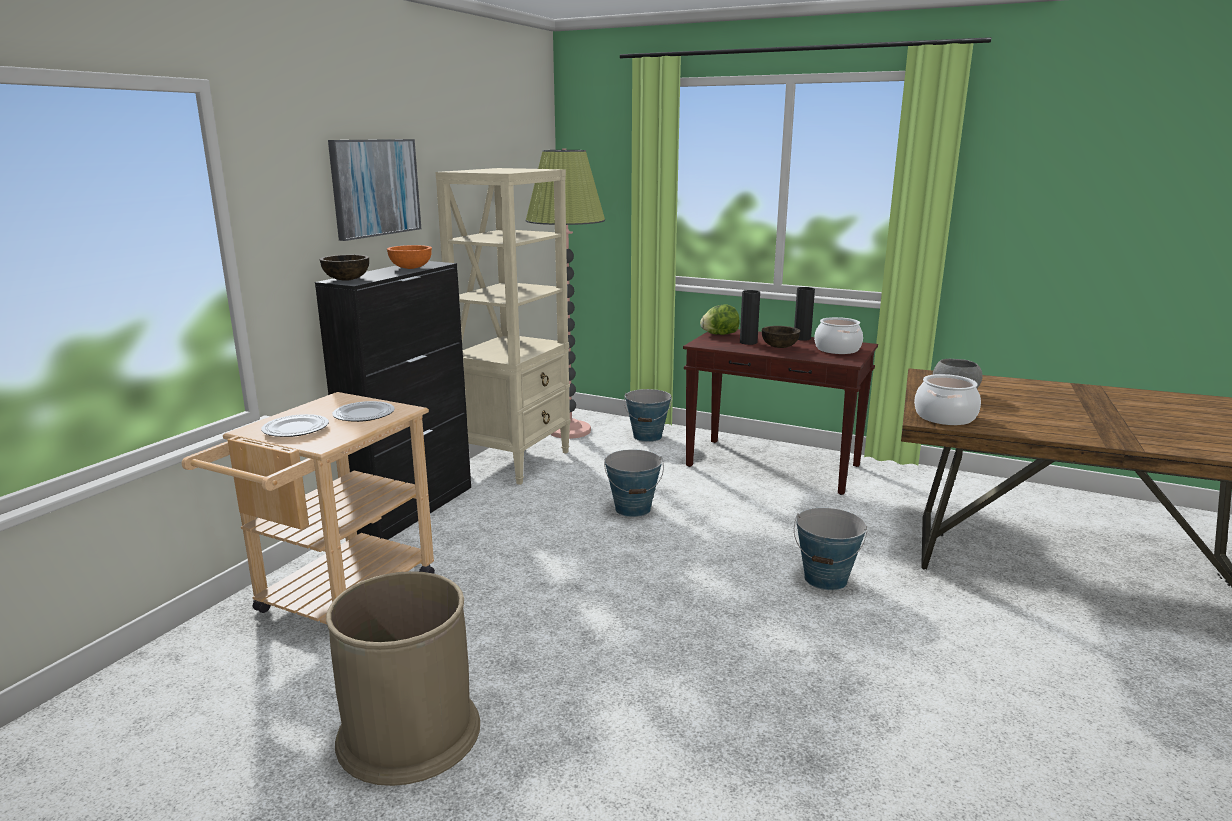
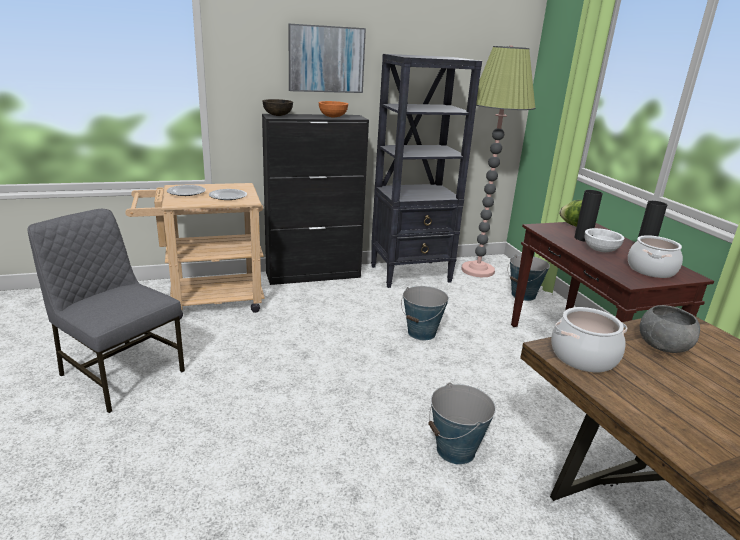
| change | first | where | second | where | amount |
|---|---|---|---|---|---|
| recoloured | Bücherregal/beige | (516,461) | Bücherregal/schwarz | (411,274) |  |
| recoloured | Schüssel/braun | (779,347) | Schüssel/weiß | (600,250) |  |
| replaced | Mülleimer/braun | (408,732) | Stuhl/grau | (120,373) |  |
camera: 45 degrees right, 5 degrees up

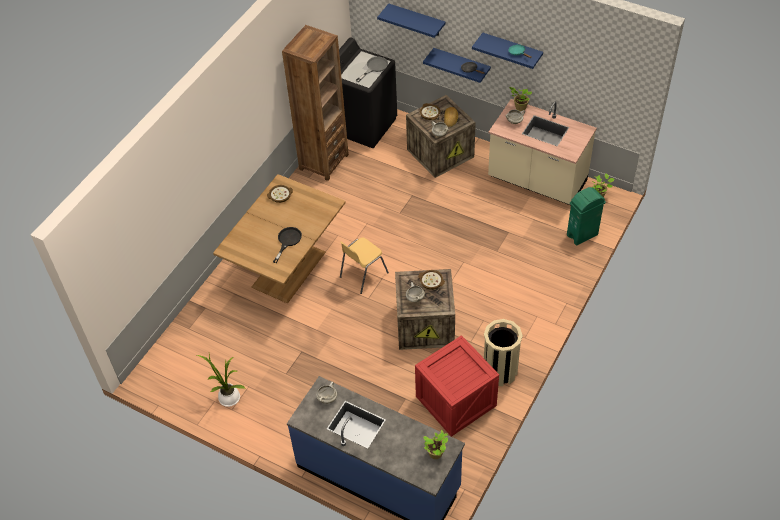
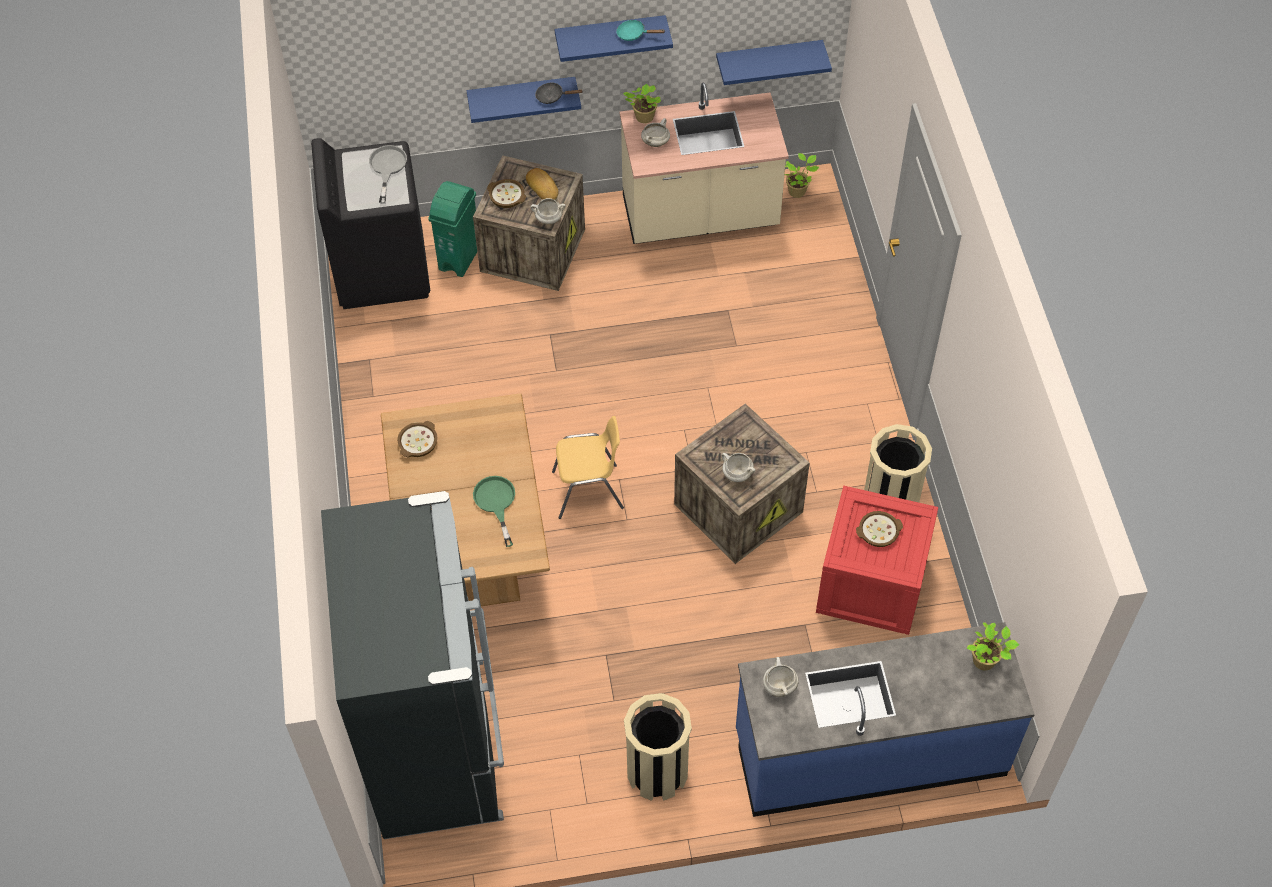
| change | first | where | second | where | amount |
|---|---|---|---|---|---|
| moved | Wandregal/blau | (417,20) |  | (768,58) |  |
| removed | Bücherregal/braun | (323,162) |  |  |  |
| moved | Mülleimer/grün | (582,235) |  | (460,258) |  |
| recoloured | Pfanne/schwarz | (287,241) | Pfanne/grün | (496,503) |  |
| turned | Stuhl/gelb | (363,275) |  | (588,491) | 105 degrees counterclockwise |
| moved | Schüssel | (431,281) |  | (878,531) |  |
| removed | Topfpflanze | (228,397) |  |  |  |
| added |  |  | Kühlschrank/schwarz | (437,744) |  |
| added |  |  | Mülleimer/beige | (657,772) |  |
camera: 40 degrees left, 5 degrees up

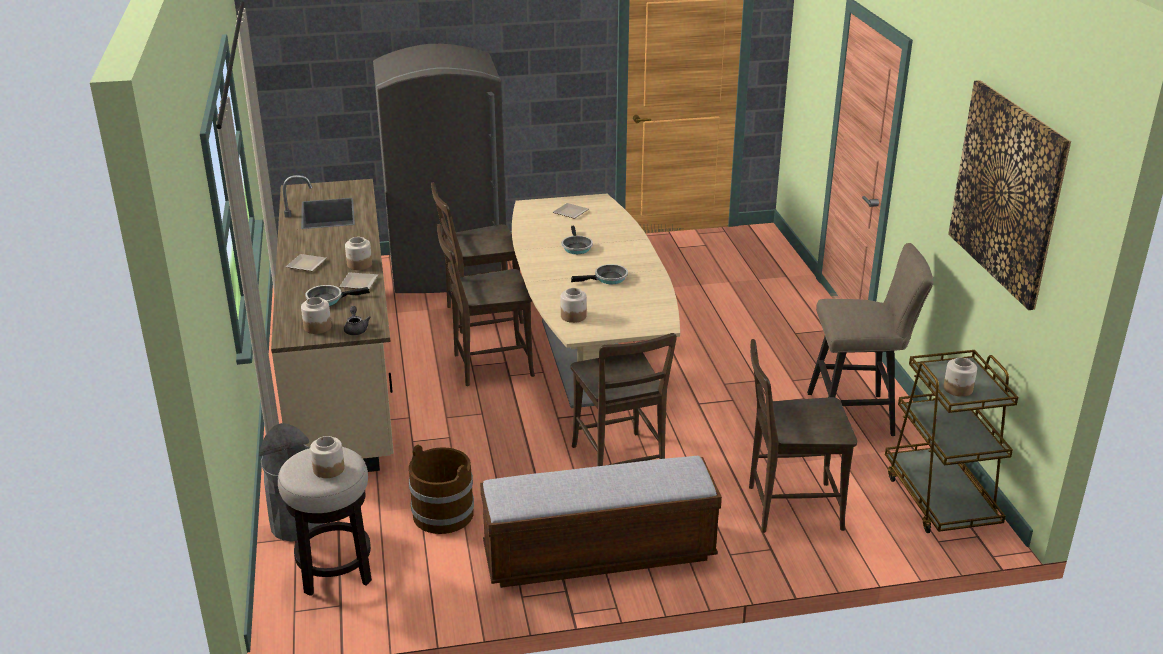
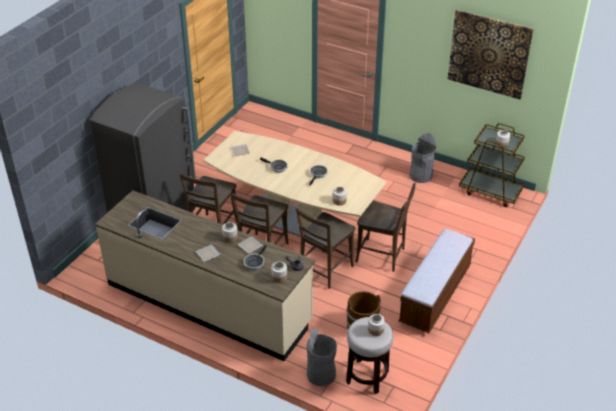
| change | first | where | second | where | amount |
|---|---|---|---|---|---|
| replaced | Hocker/beige | (857,415) | Mülleimer/grau | (420,176) |  |
| moved | Stuhl/braun | (789,507) |  | (324,271) |  |
camera: 50 degrees left, 10 degrees up

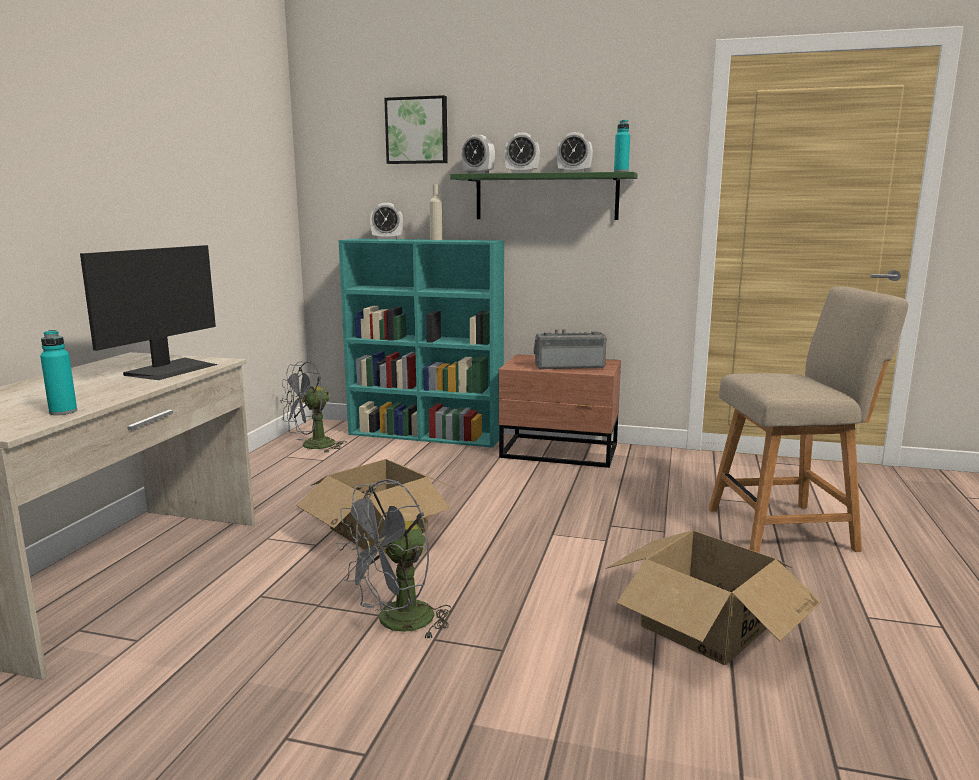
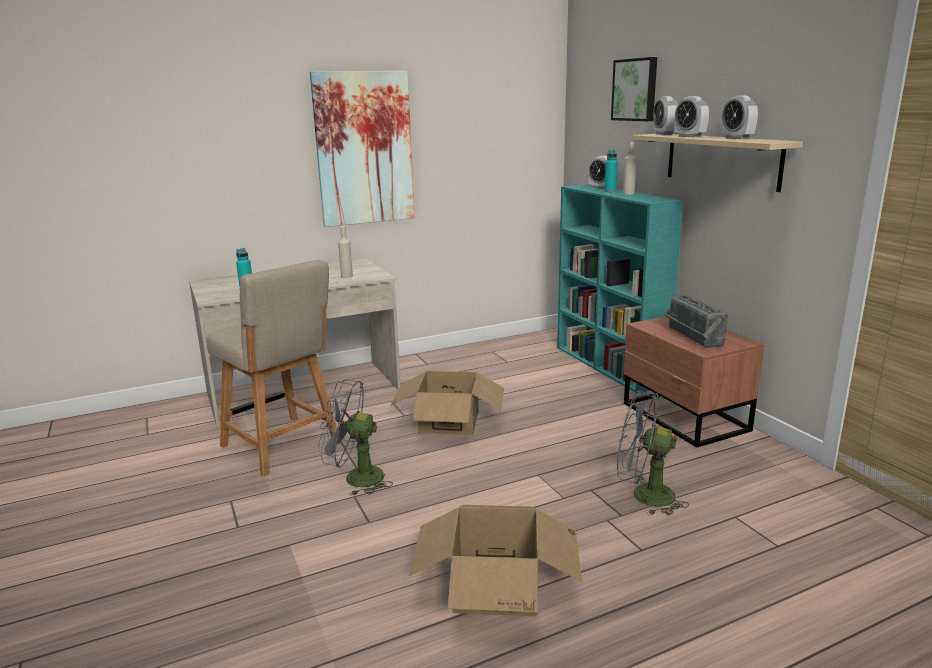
| change | first | where | second | where | amount |
|---|---|---|---|---|---|
| moved | Flasche/türkis | (621,172) |  | (610,191) |  |
| recoloured | Wandregal/grün | (546,197) | Wandregal/beige | (721,160) |  |
| replaced | Monitor | (171,369) | Flasche/beige | (346,276) |  |
| moved | Stuhl/beige | (787,529) |  | (283,447) |  |
| turned | Radio | (569,366) |  | (691,337) | 150 degrees counterclockwise |
| moved | Ventilator/grau | (312,446) |  | (643,495) |  |
| added |  |  | Bild | (364,149) |  |
camera: 50 degrees right, 5 degrees up

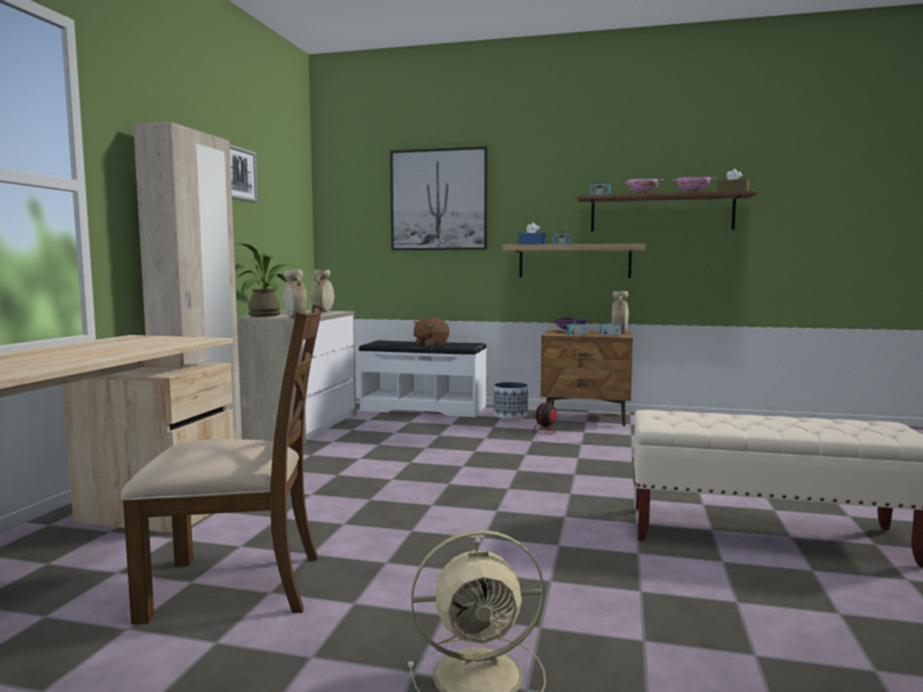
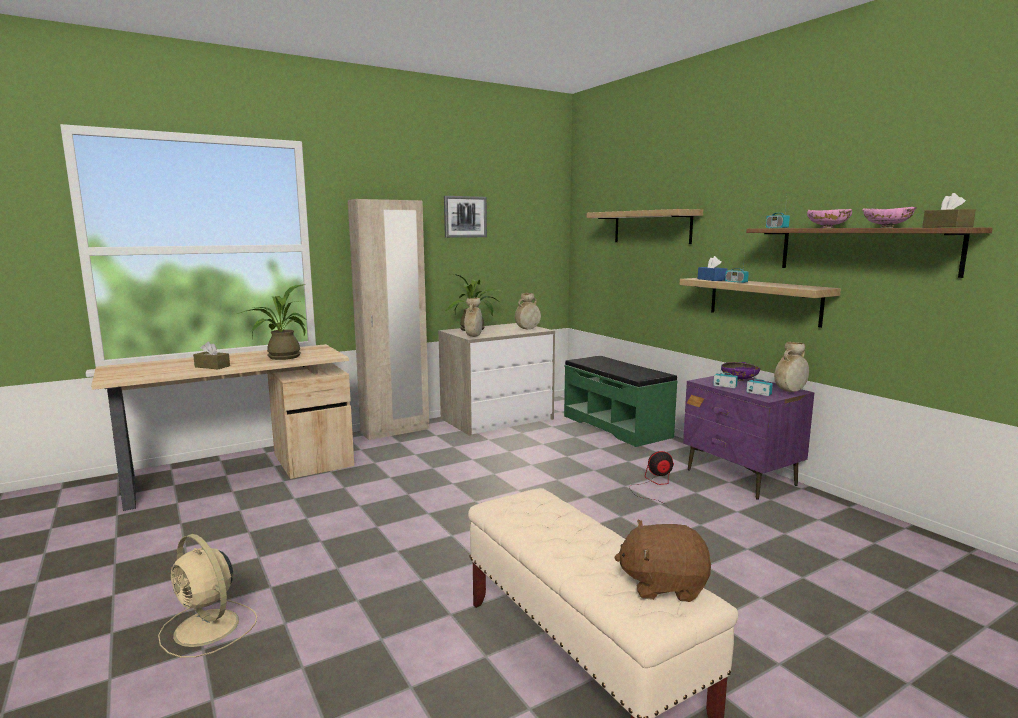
| change | first | where | second | where | amount |
|---|---|---|---|---|---|
| replaced | Bild | (439,200) | Wandregal | (651,227) |  |
| removed | Stuhl/braun | (237,585) |  |  |  |
| moved | Plüschtier/braun | (430,344) |  | (663,585) |  |
| recoloured | Nachttisch/braun | (586,417) | Nachttisch/lila | (741,477) |  |
| recoloured | Bank/weiß | (424,408) | Bank/grün | (616,426) |  |
| removed | Pflanzkübel | (510,415) |  |  |  |
| added |  |  | Topfpflanze | (279,357) |  |
| added |  |  | Taschentuchbox/braun | (212,366) |  |
camera: 45 degrees right, 5 degrees up

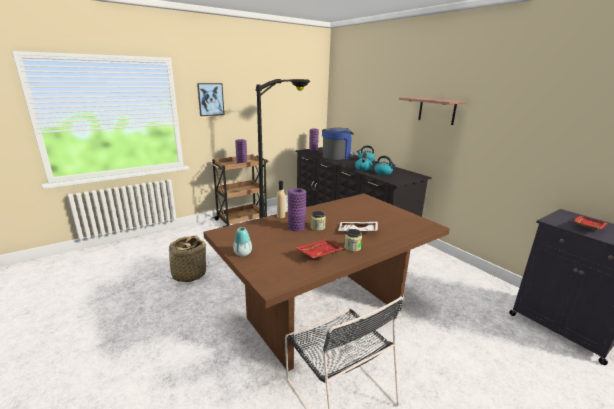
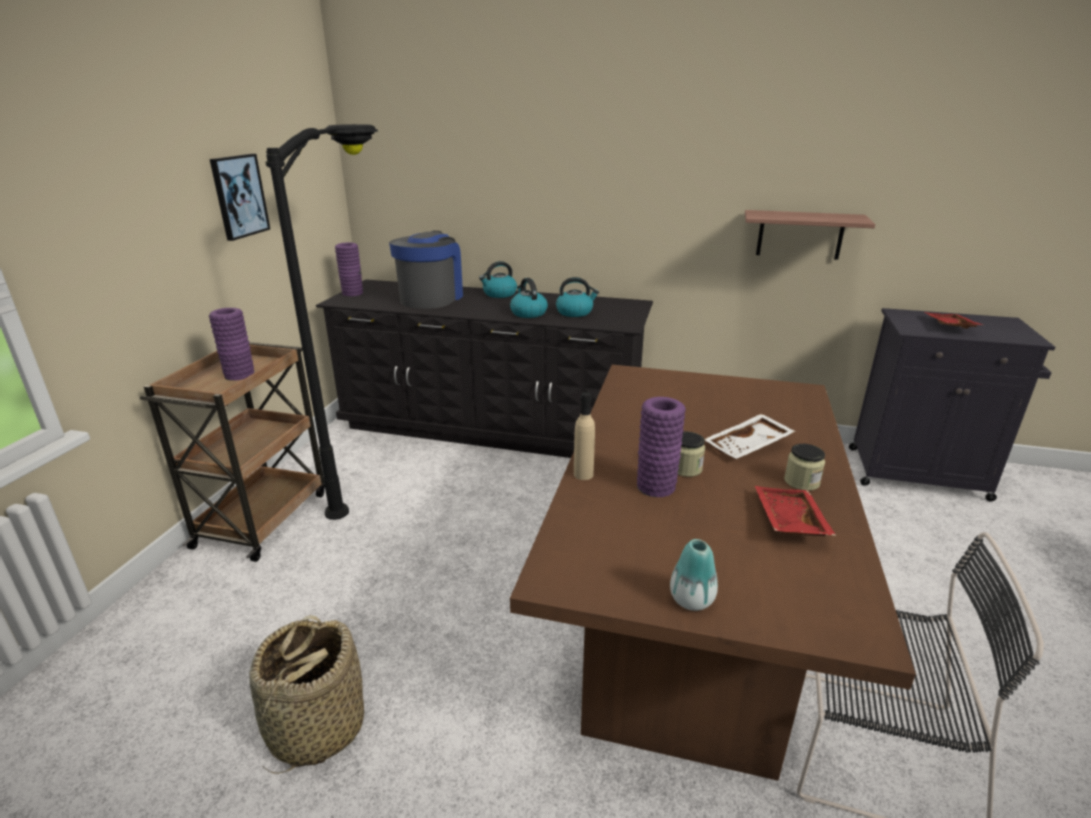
| change | first | where | second | where | amount |
|---|---|---|---|---|---|
| moved | Bild | (210,99) |  | (239,196) |  |
| moved | Wandregal | (437,110) |  | (800,234) |  |
camera: 40 degrees left, 5 degrees up

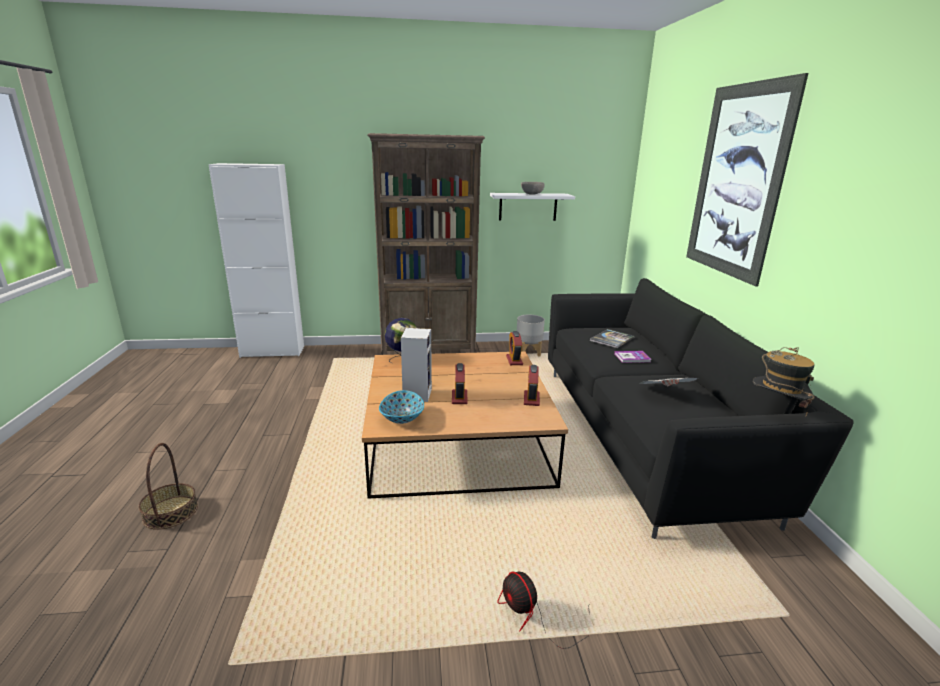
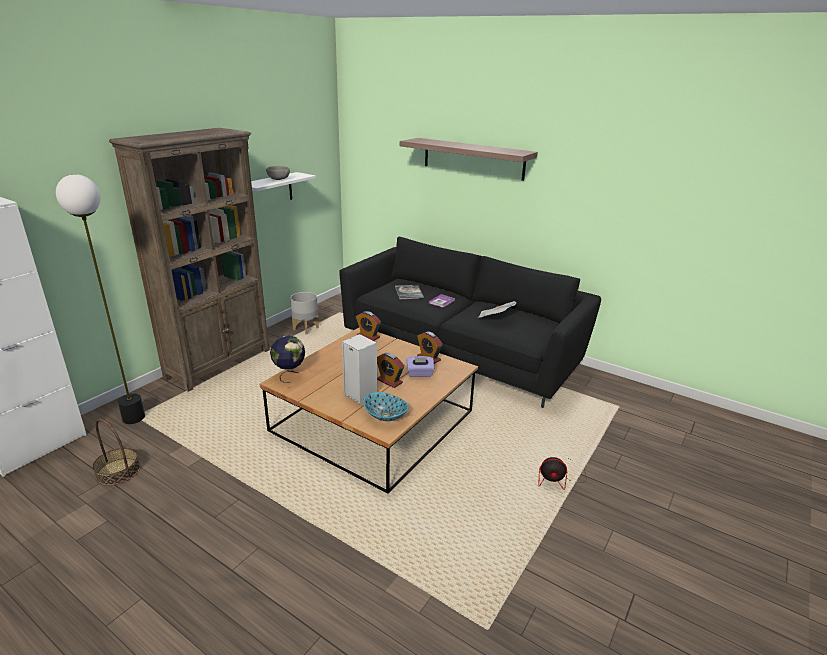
| change | first | where | second | where | amount |
|---|---|---|---|---|---|
| replaced | Bild | (737,181) | Wandregal | (473,158) |  |
| removed | Hut | (775,411) |  |  |  |
| moved | Korb | (170,512) |  | (118,471) |  |
| added |  |  | Stehlampe | (134,418) |  |
| added |  |  | Taschentuchbox/lila | (420,374) |  |
camera: 50 degrees left, 5 degrees up

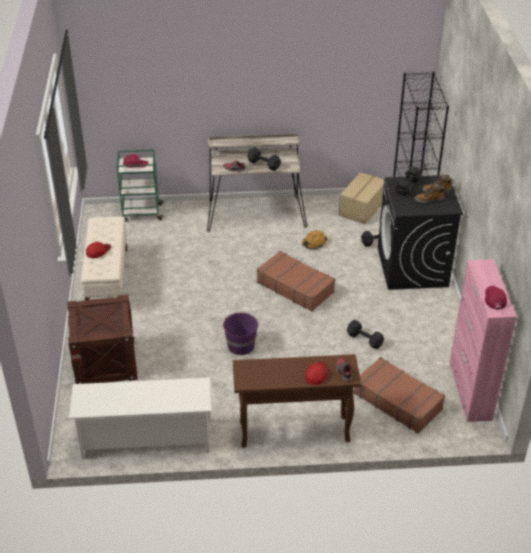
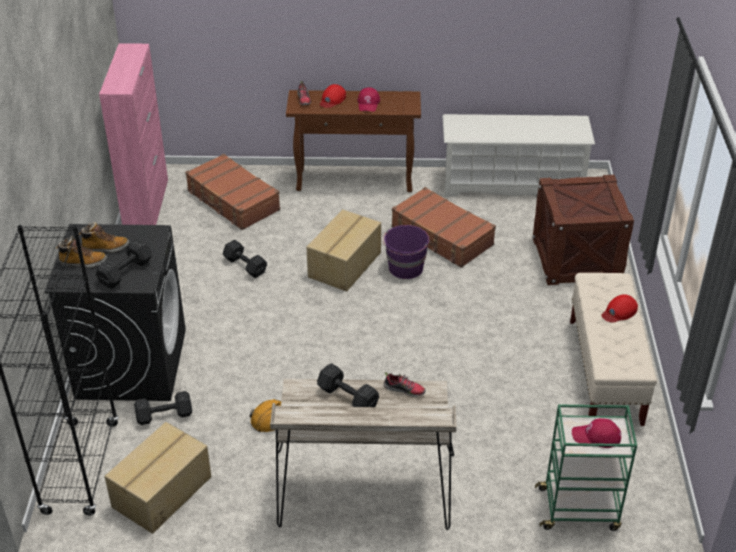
| change | first | where | second | where | amount |
|---|---|---|---|---|---|
| moved | Koffer/braun | (295,287) |  | (441,237) |  |
| moved | Kappe/rot | (494,298) |  | (368,103) |  |
| added |  |  | Karton | (345,265) |  |
camera: 175 degrees left, 0 degrees up

